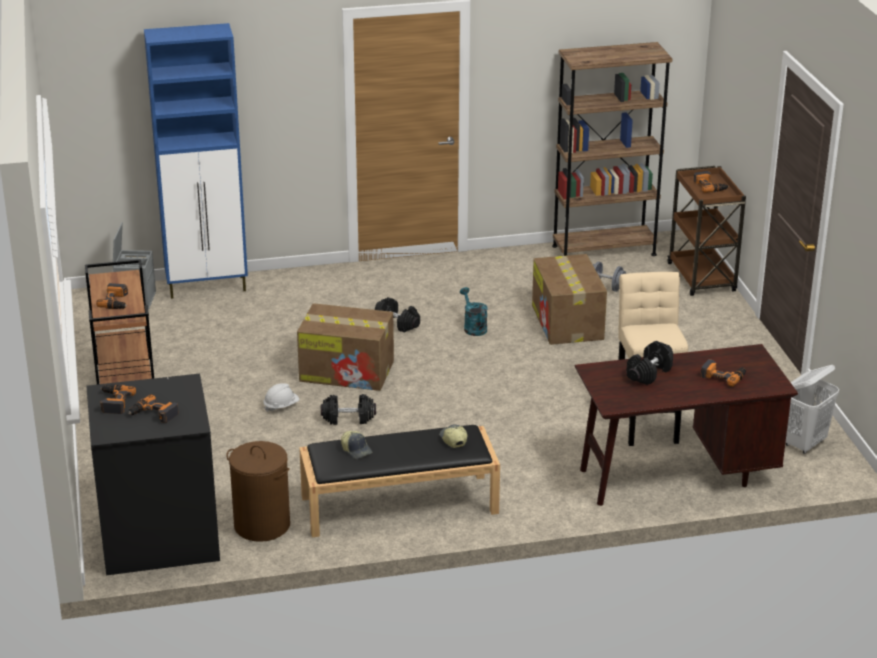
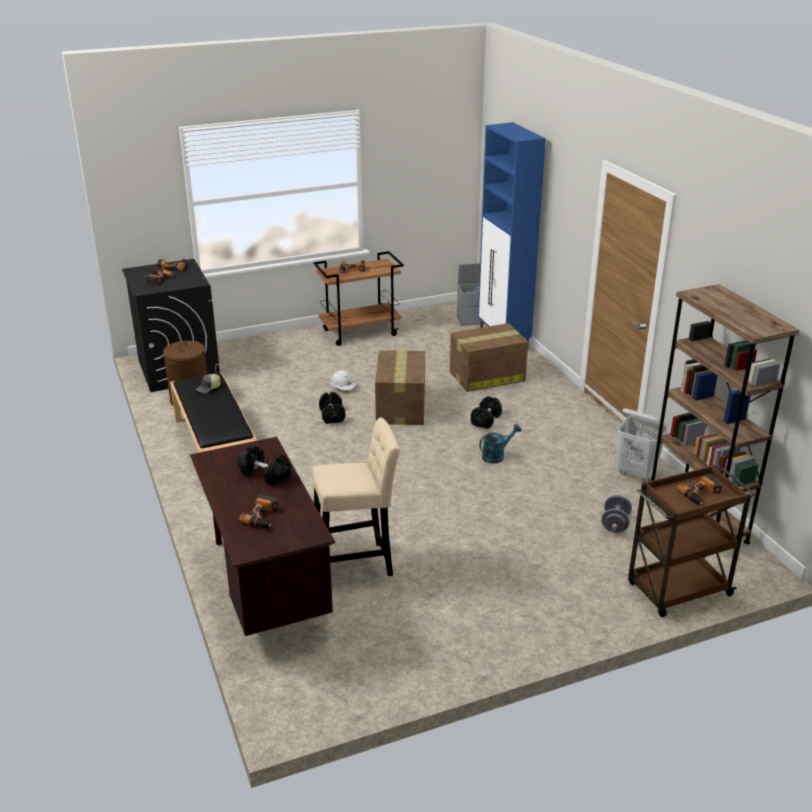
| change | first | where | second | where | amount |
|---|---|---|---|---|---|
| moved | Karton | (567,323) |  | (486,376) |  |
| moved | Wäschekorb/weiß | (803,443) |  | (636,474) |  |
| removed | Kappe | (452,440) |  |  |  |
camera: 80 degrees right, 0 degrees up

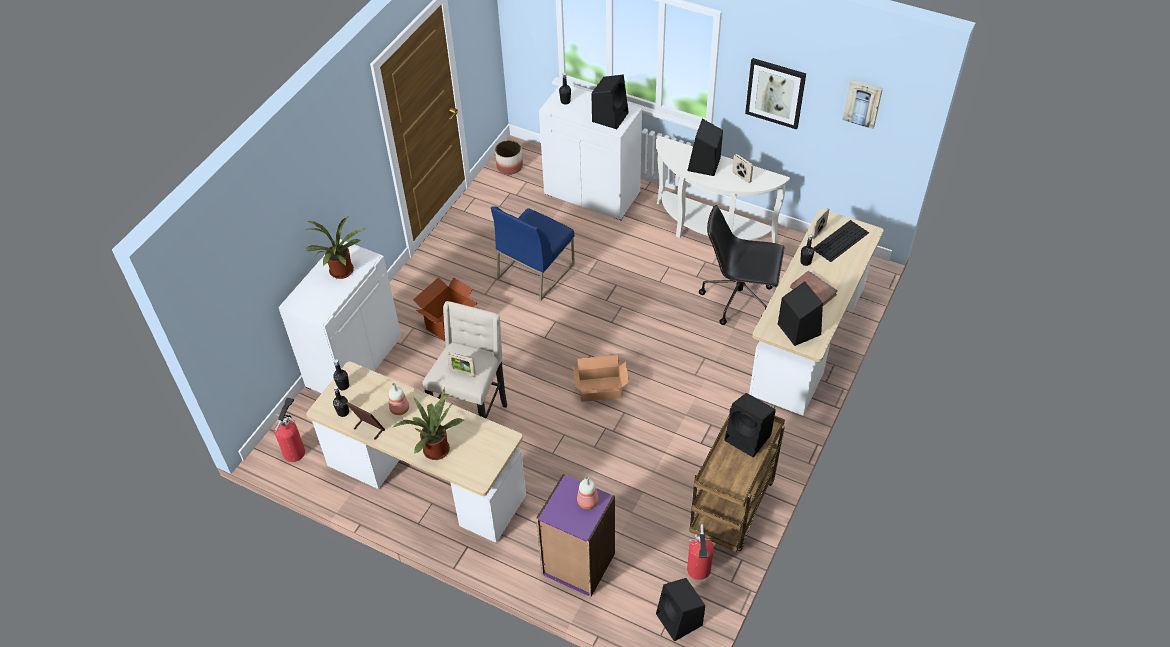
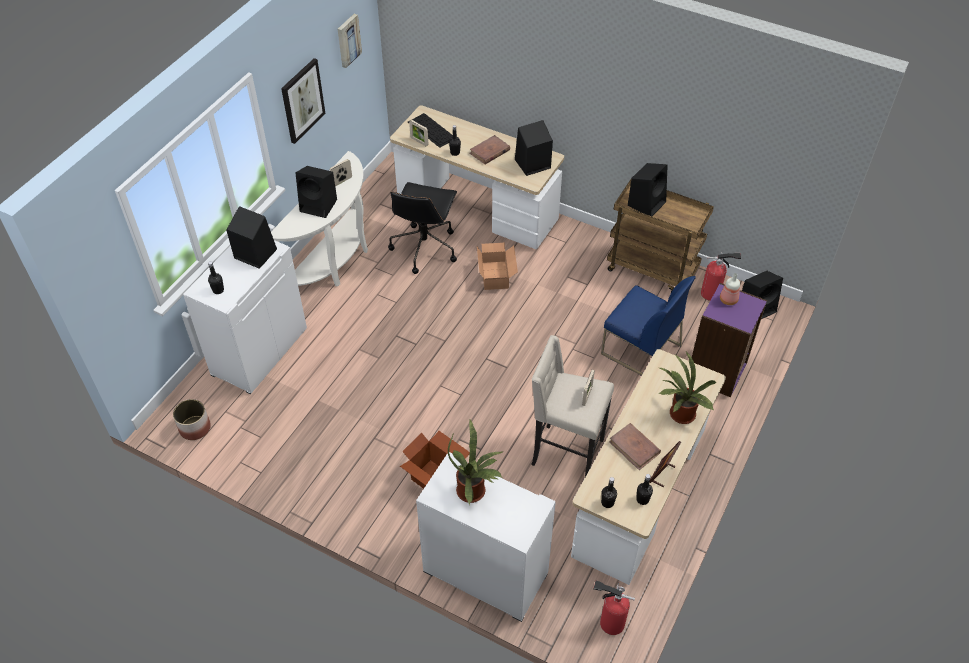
| change | first | where | second | where | amount |
|---|---|---|---|---|---|
| moved | Stuhl/blau | (535,270) |  | (640,350) |  |
| moved | Karton | (601,390) |  | (496,274) |  |
| replaced | Flasche | (400,409) | Buch/braun | (634,448) |  |
camera: 90 degrees left, 0 degrees up

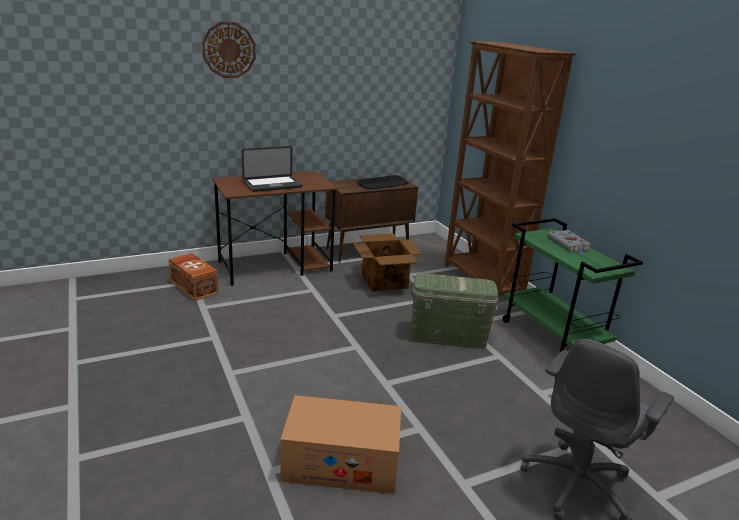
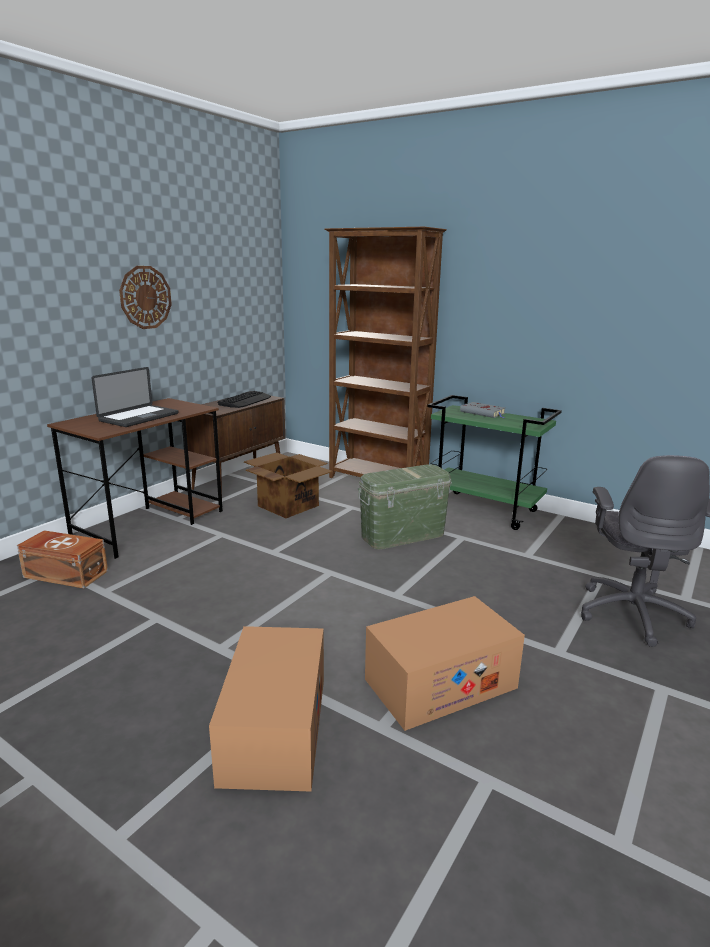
| change | first | where | second | where | amount |
|---|---|---|---|---|---|
| moved | Wanduhr | (229,50) |  | (145,297) |  |
| added |  |  | Karton | (274,729) |  |
camera: 30 degrees left, 5 degrees down

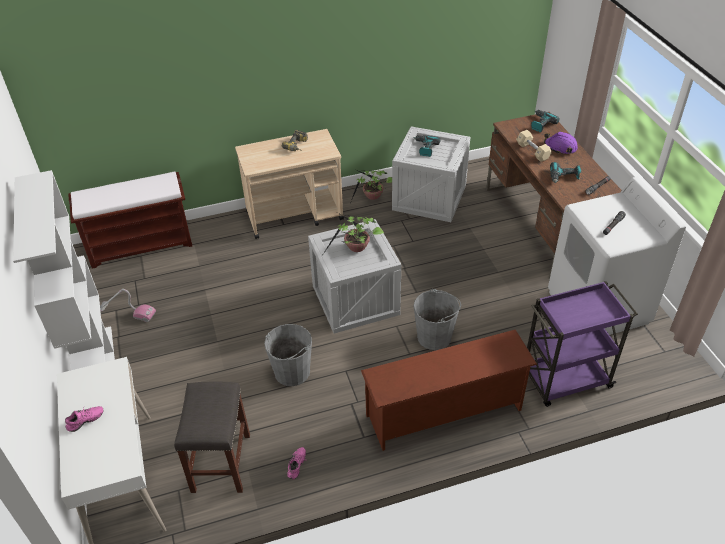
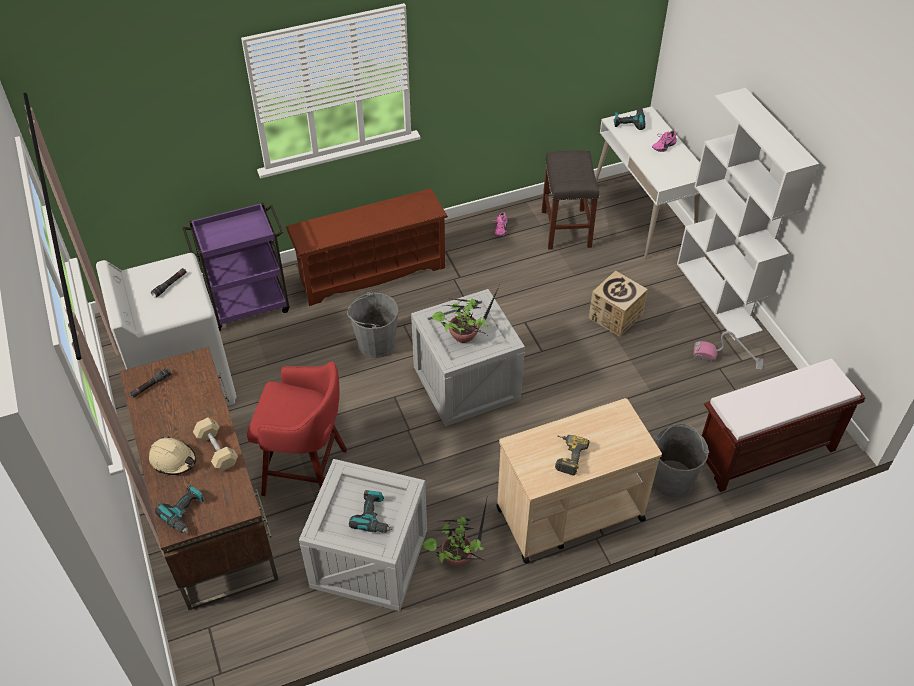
| change | first | where | second | where | amount |
|---|---|---|---|---|---|
| recoloured | Schutzhelm/lila | (560,147) | Schutzhelm/beige | (173,460) |  |
| moved | Bohrmaschine | (564,177) |  | (629,122) |  |
| moved | Eimer/grau | (292,372) |  | (672,479) |  |
| added |  |  | Karton | (615,316) |  |
| added |  |  | Hocker/rot | (308,473) |  |
camera: 175 degrees right, 5 degrees up

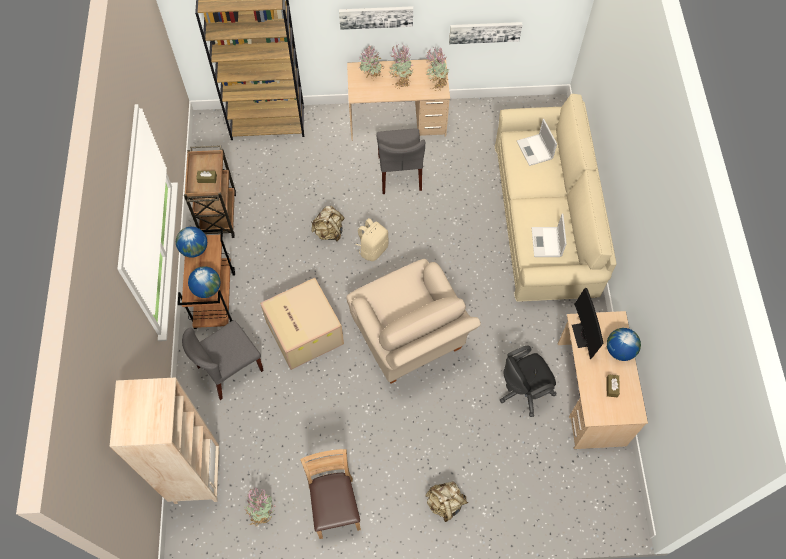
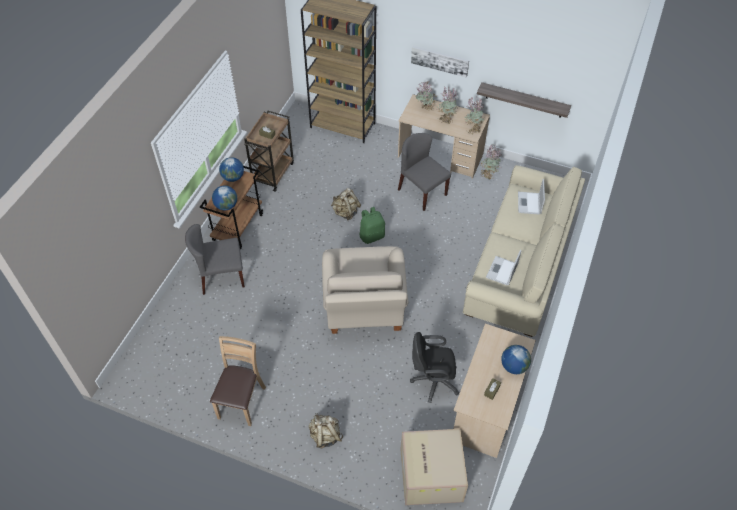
| change | first | where | second | where | amount |
|---|---|---|---|---|---|
| replaced | Bild | (485,32) | Wandregal | (524,100) |  |
| turned | Stuhl/grau | (400,173) |  | (422,192) | 120 degrees clockwise |
| recoloured | Rucksack/beige | (373,249) | Rucksack/grün | (372,236) |  |
| moved | Karton | (303,332) |  | (430,474) |  |
| removed | Monitor | (584,335) |  |  |  |
| removed | Bücherregal/beige | (196,476) |  |  |  |
| moved | Topfpflanze | (262,513) |  | (488,174) |  |
camera: 25 degrees right, 10 degrees down

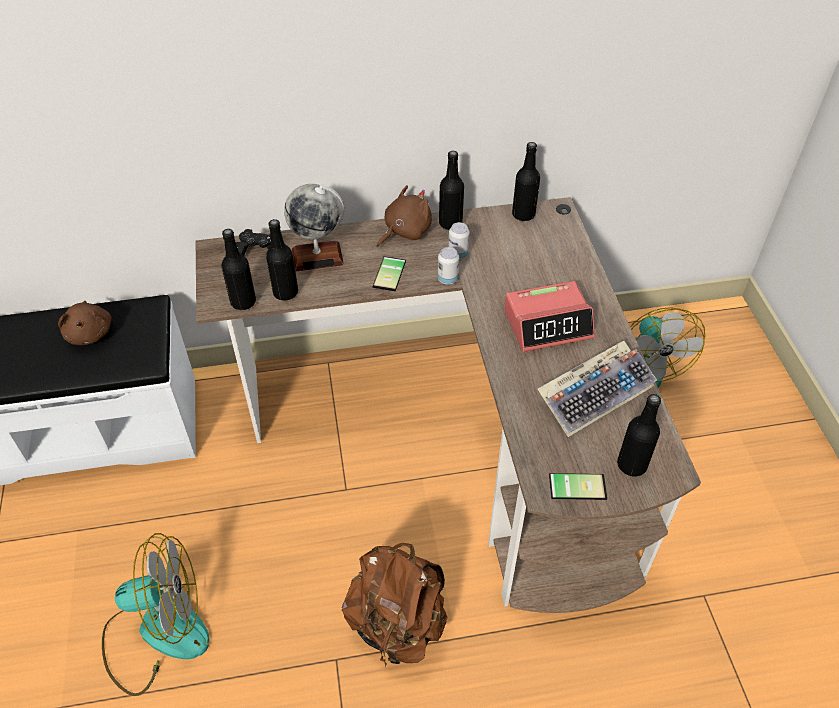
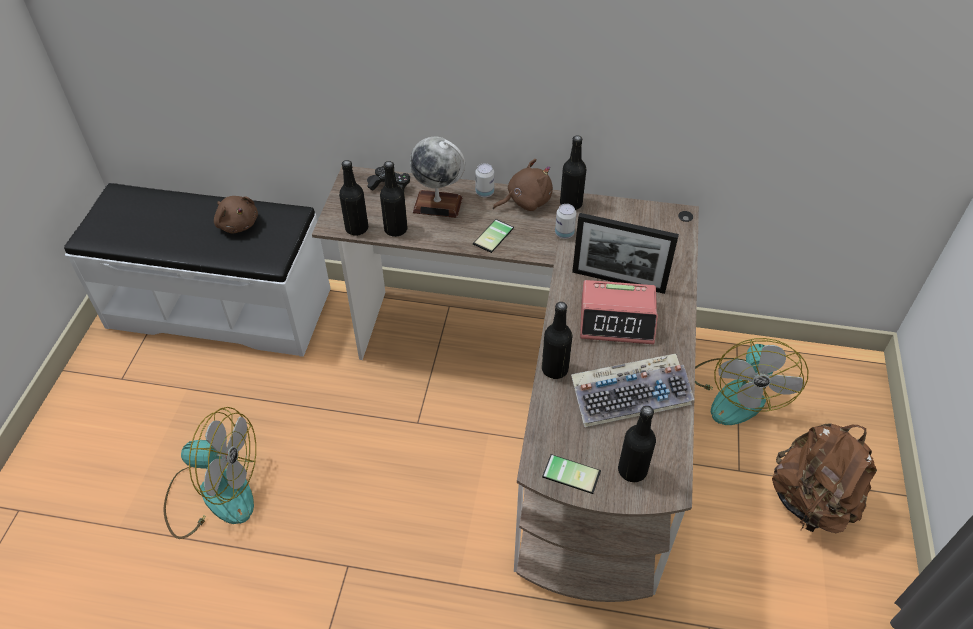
| change | first | where | second | where | amount |
|---|---|---|---|---|---|
| moved | Flasche/schwarz | (523,214) |  | (554,369) |  |
| moved | Dose | (447,279) |  | (484,193) |  |
| turned | Plüschtier/braun | (90,332) |  | (237,223) | 45 degrees counterclockwise |
| moved | Rucksack/braun | (397,623) |  | (811,501) |  |
| added |  |  | Bilderrahmen | (618,281) |  |
camera: 20 degrees right, 0 degrees up

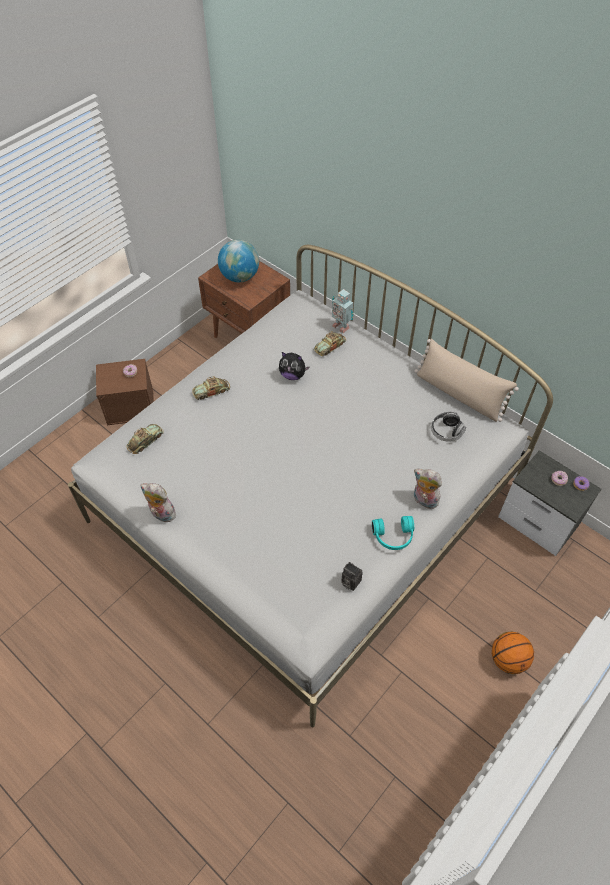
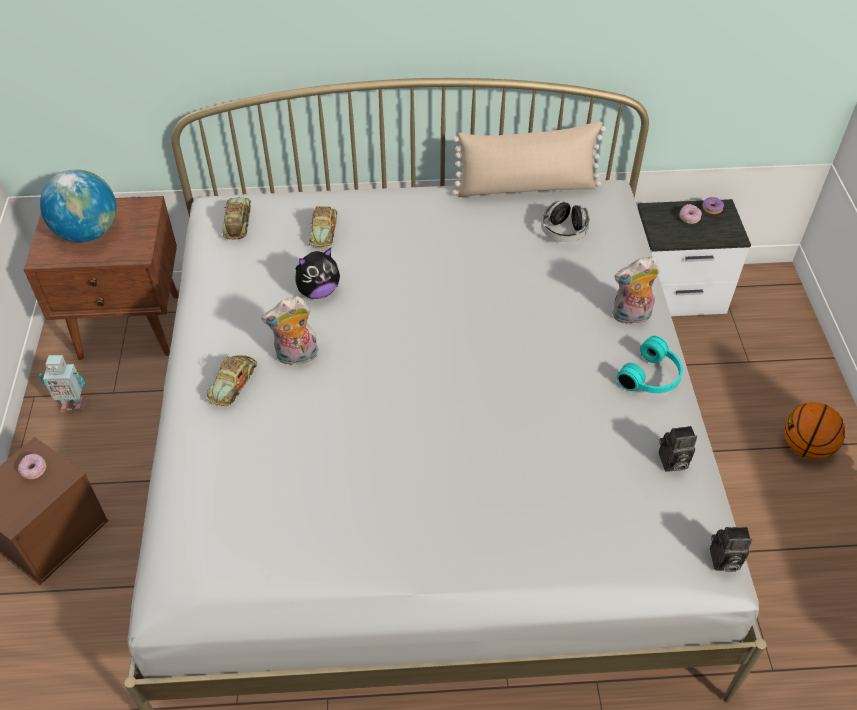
| change | first | where | second | where | amount |
|---|---|---|---|---|---|
| moved | Spielzeugroboter | (341,326) |  | (73,404) |  |
| moved | Spielzeugauto | (145,441) |  | (238,222) |  |
| moved | Plüschtier | (161,514) |  | (296,357) |  |
| added |  |  | Kamera | (723,561) |  |
camera: 45 degrees left, 5 degrees down

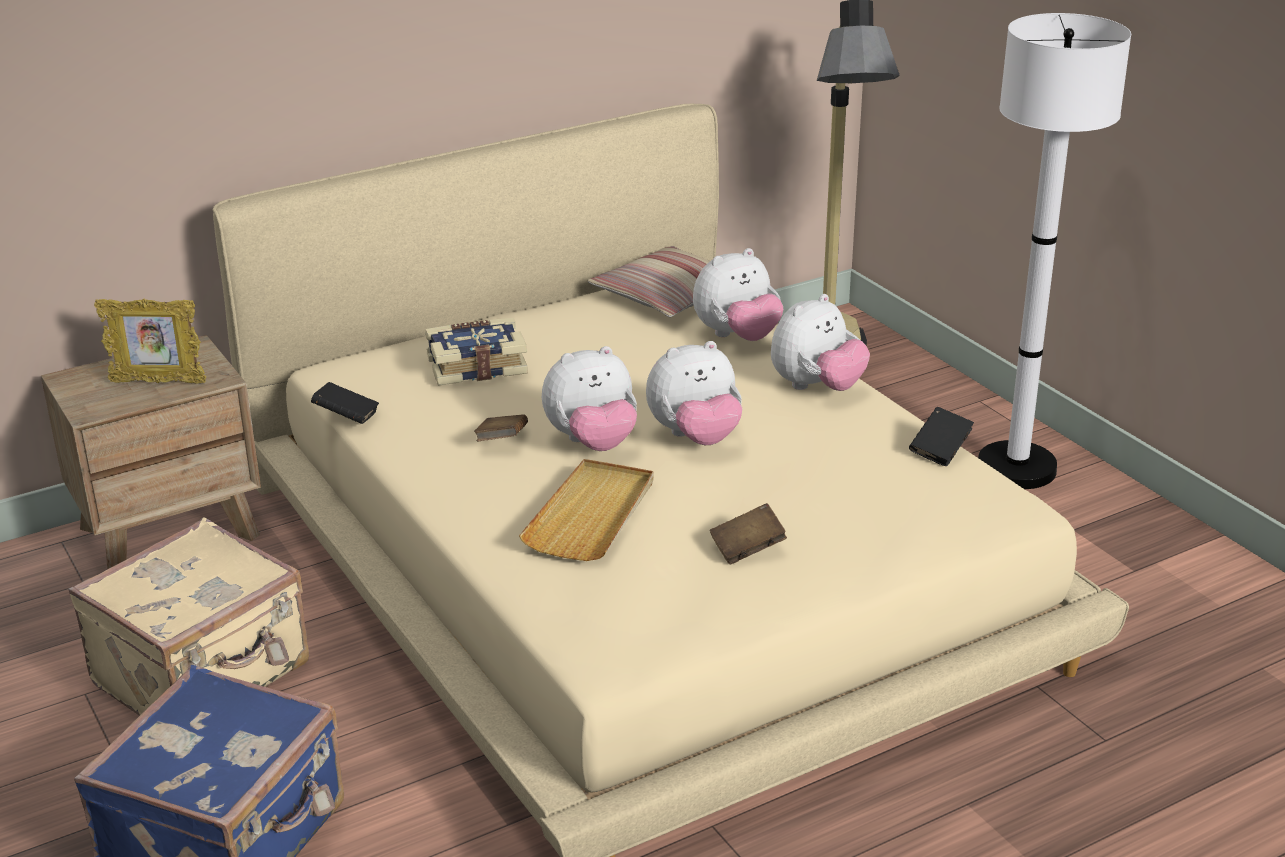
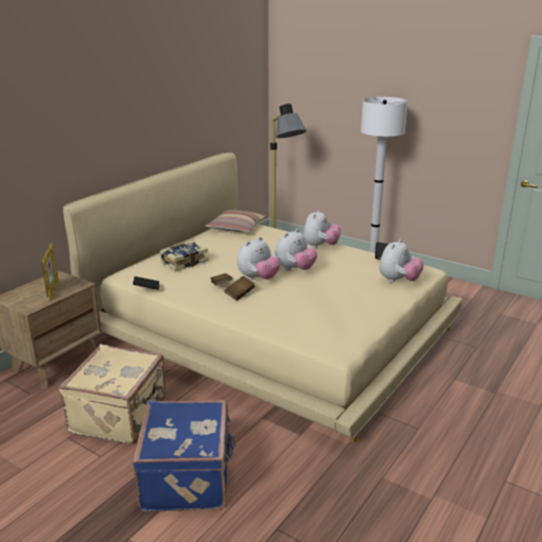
| change | first | where | second | where | amount |
|---|---|---|---|---|---|
| moved | Plüschtier | (737,337) |  | (398,281) |  |
| turned | Bilderrahmen | (158,382) |  | (53,291) | 75 degrees counterclockwise |
| removed | Tablett/beige | (591,515) |  |  |  |
| moved | Buch/braun | (747,548) |  | (240,294) |  |
camera: 25 degrees left, 5 degrees down

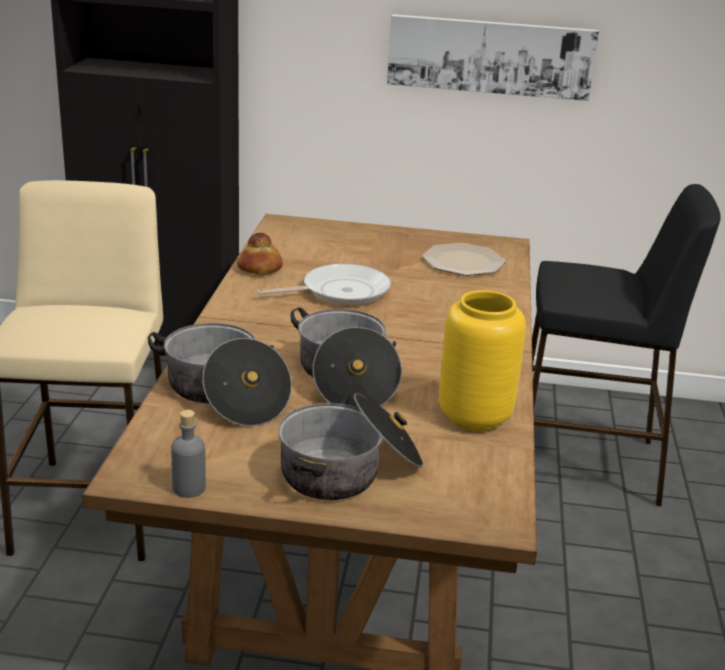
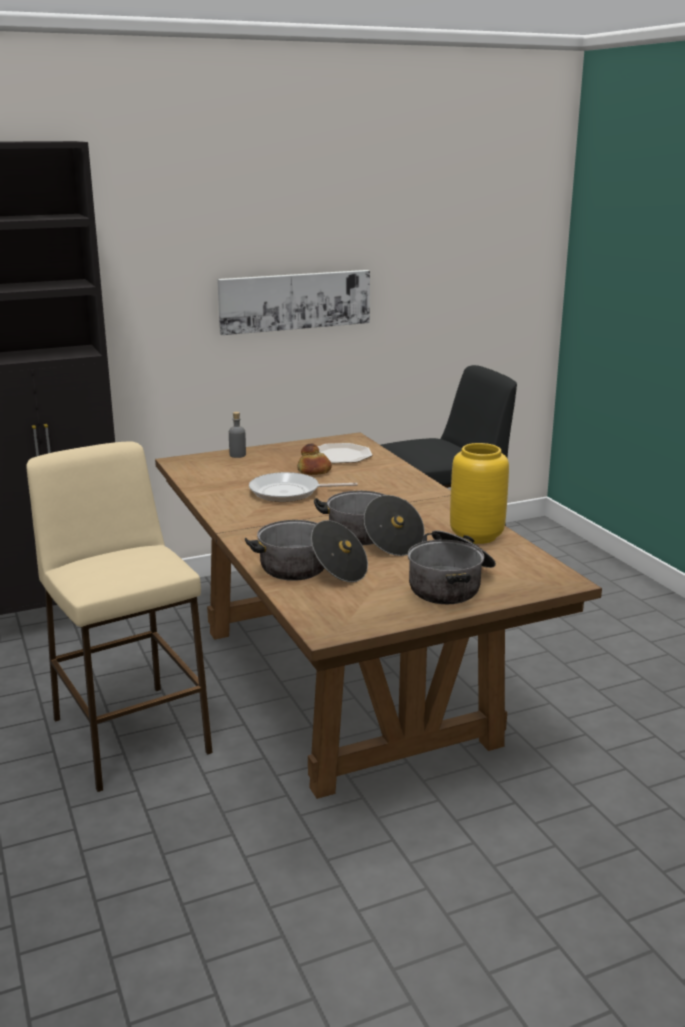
| change | first | where | second | where | amount |
|---|---|---|---|---|---|
| moved | Brot | (259,268) |  | (314,471) |  |
| turned | Pfanne | (340,291) |  | (289,492) | 135 degrees counterclockwise |
| moved | Flasche/grau | (189,488) |  | (237,455) |  |
camera: 30 degrees left, 5 degrees down

